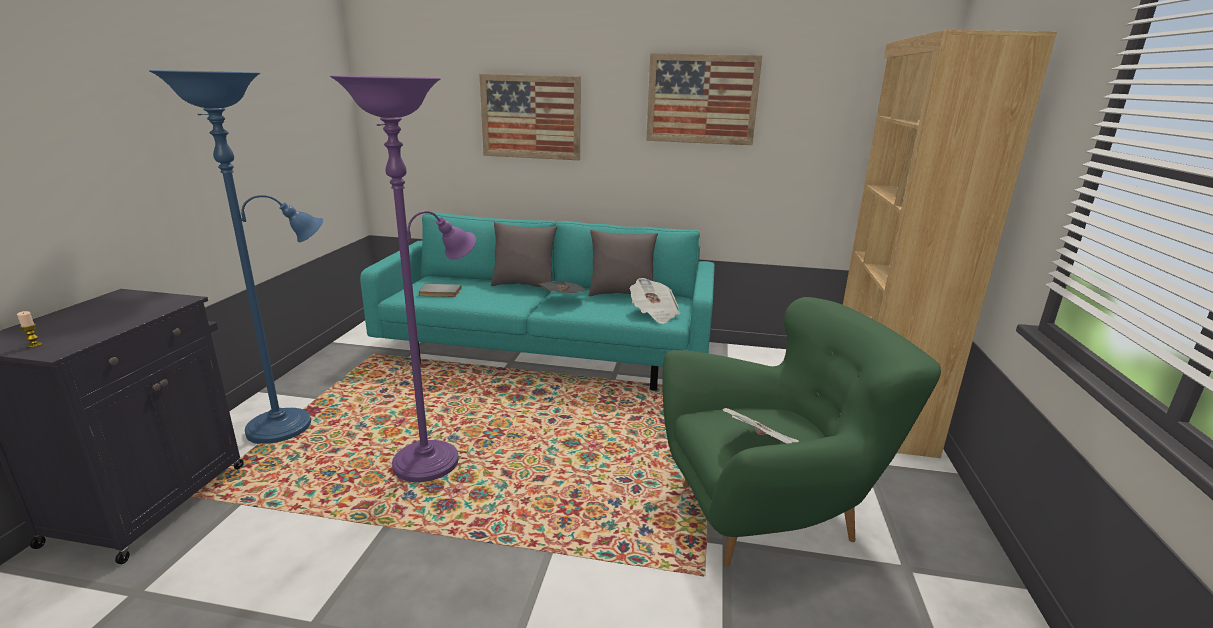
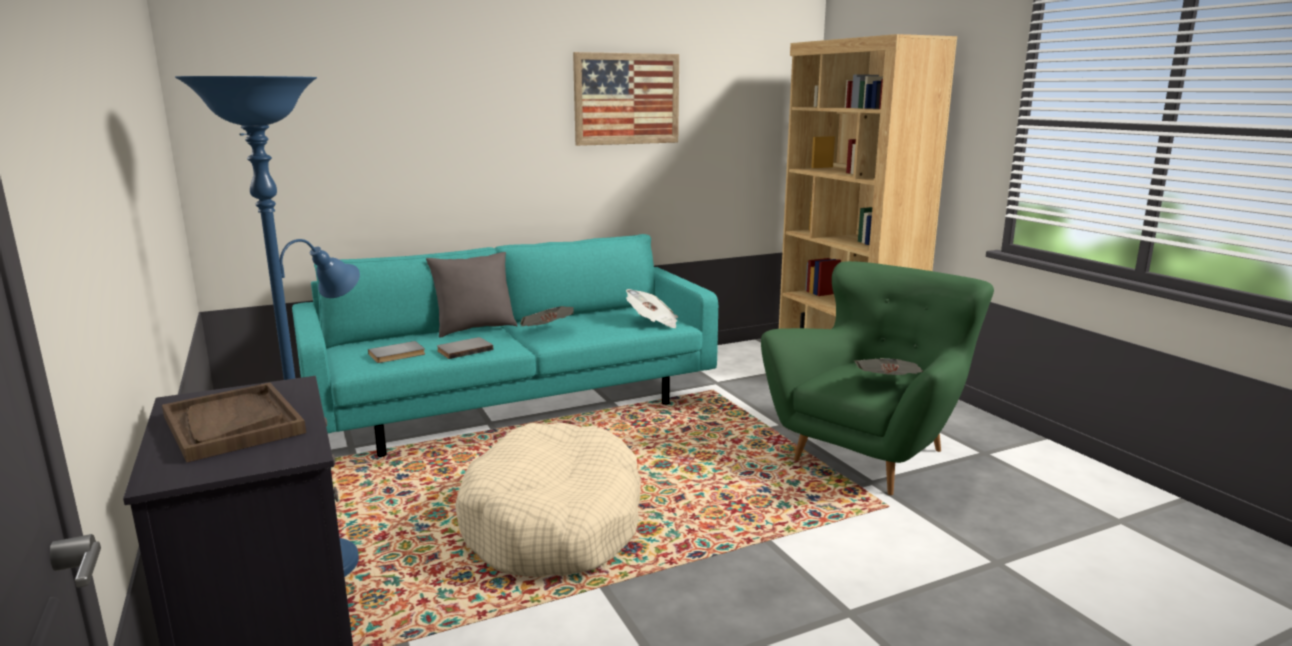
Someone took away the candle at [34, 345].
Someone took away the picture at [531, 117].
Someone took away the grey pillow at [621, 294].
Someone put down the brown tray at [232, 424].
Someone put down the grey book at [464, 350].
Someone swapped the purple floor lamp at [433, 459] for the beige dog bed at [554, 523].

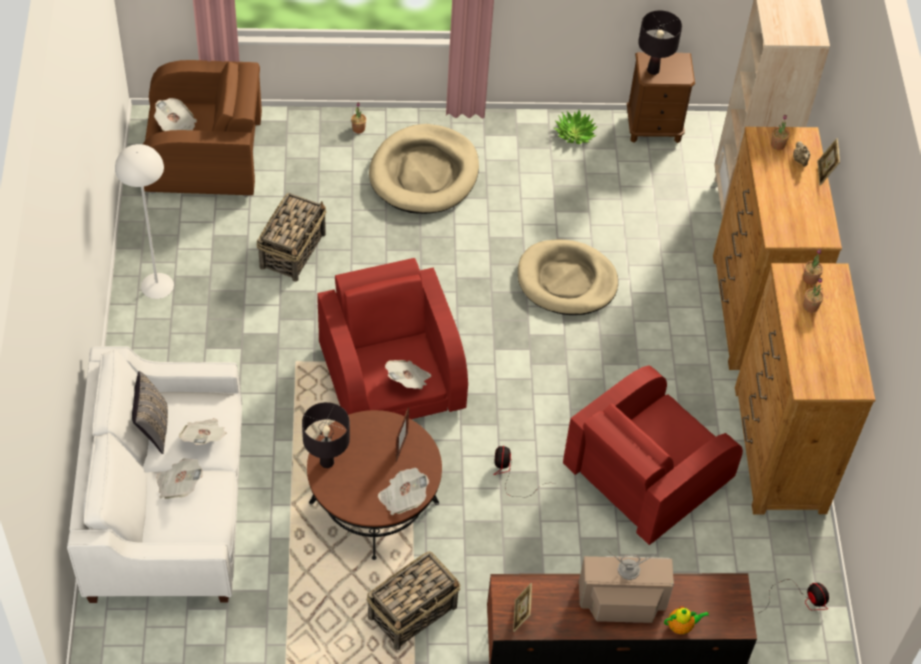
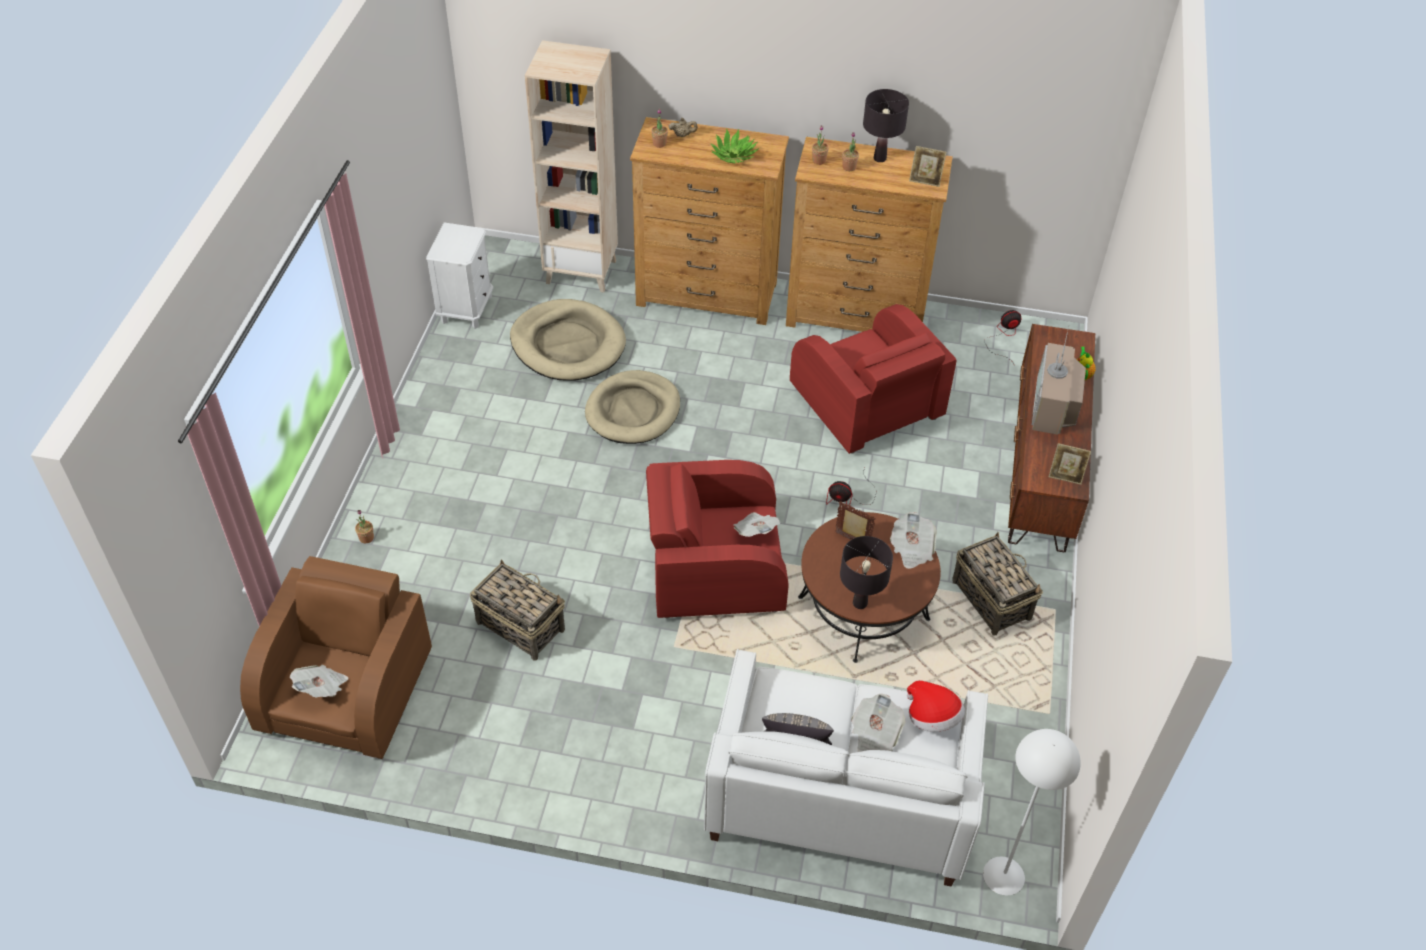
Someone took away the newspaper at [204, 438].
Someone put down the hat at [932, 717].
Someone carried the white floor lamp from [157, 285] to [1003, 876].
Someone carried the beige dog bed from [424, 173] to [568, 344].
Someone carried the potted plant from [575, 134] to [734, 155].
Someone carried the black table lamp from [653, 70] to [879, 158].
Someone carried the picture frame from [824, 174] to [925, 180].
Someone repainted the brown nightstand at [654, 128], which became the white nightstand at [466, 309].

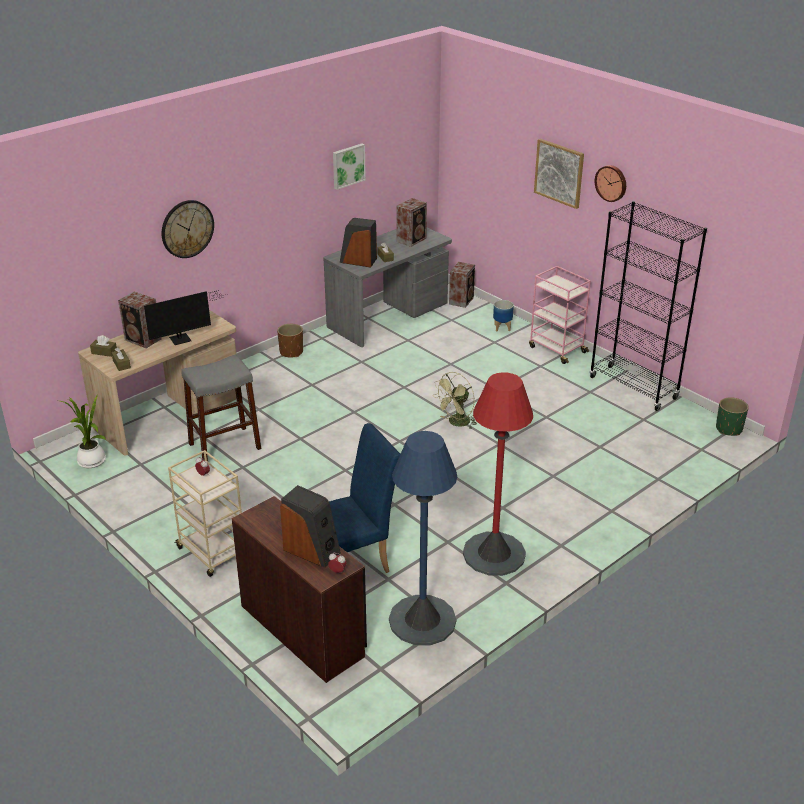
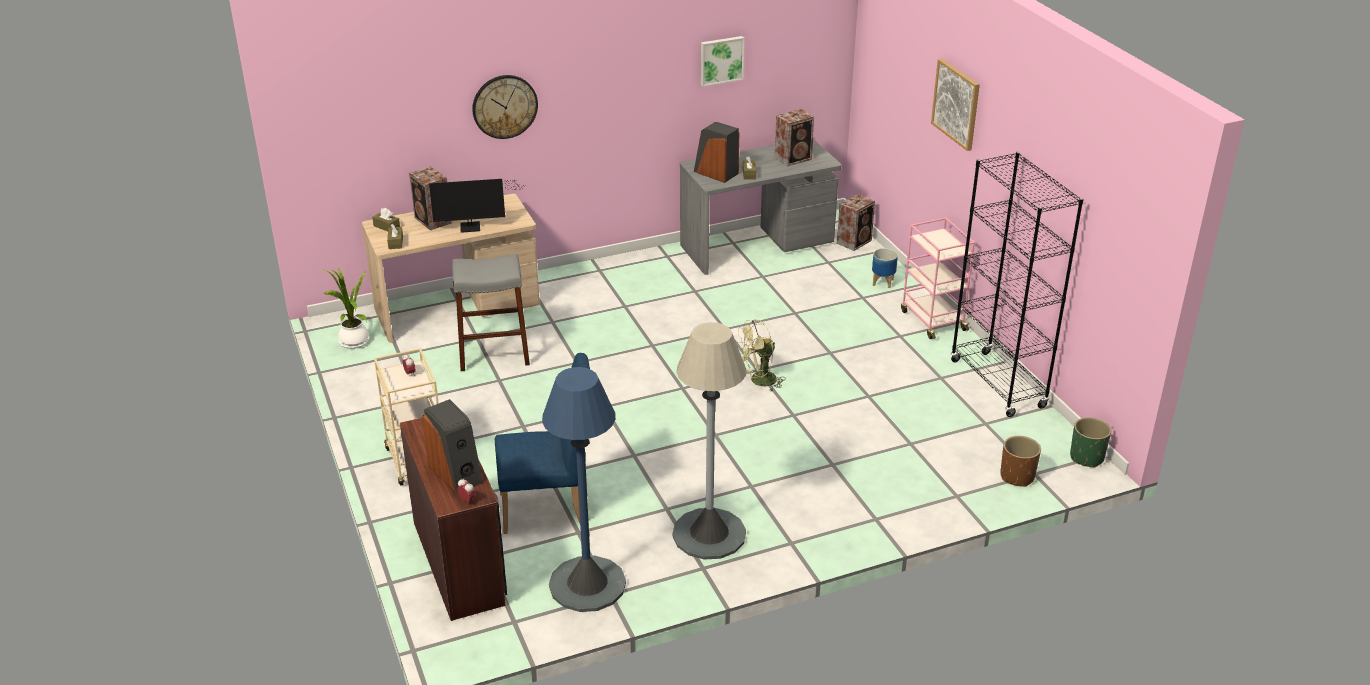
Someone took away the wall clock at [611, 183].
Someone carried the brown planter from [291, 352] to [1017, 476].
Someone repainted the red floor lamp at [494, 554], which became the grey floor lamp at [709, 534].

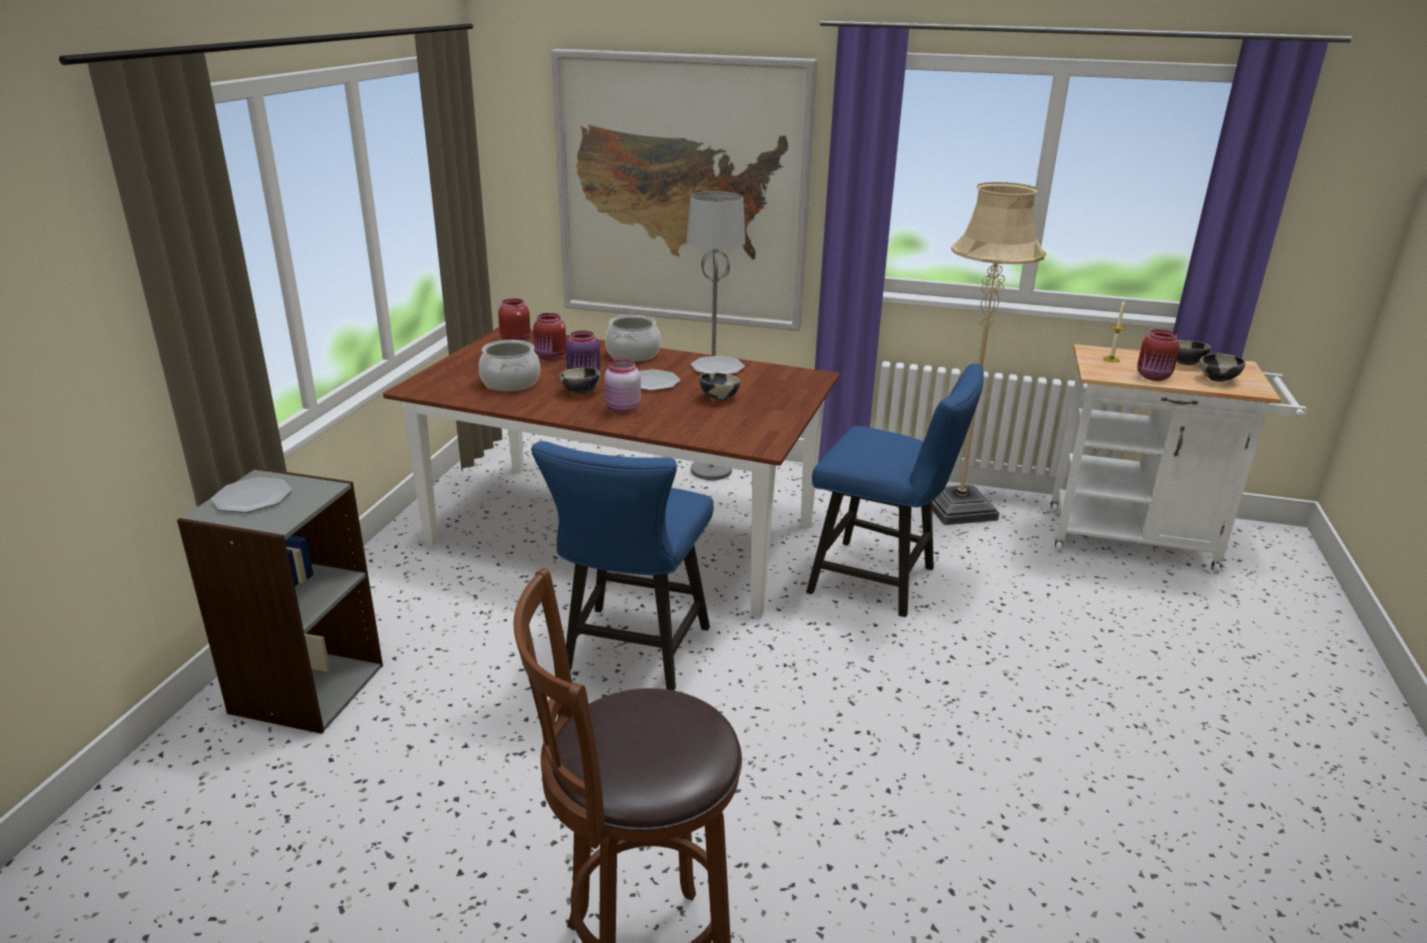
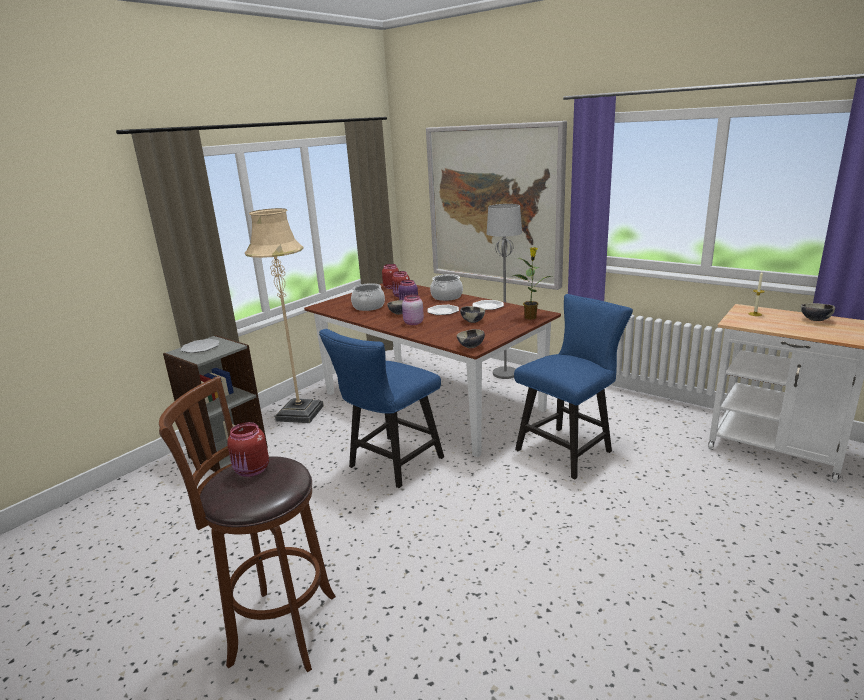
Someone put down the potted plant at [531, 317].
Someone carried the beige floor lamp from [959, 509] to [300, 413].
Someone carried the red jar from [1154, 377] to [252, 471].
Someone carried the bowl from [1218, 380] to [471, 347].
Someone rotated the blue chair at [882, 581] by 90 degrees counterclockwise.

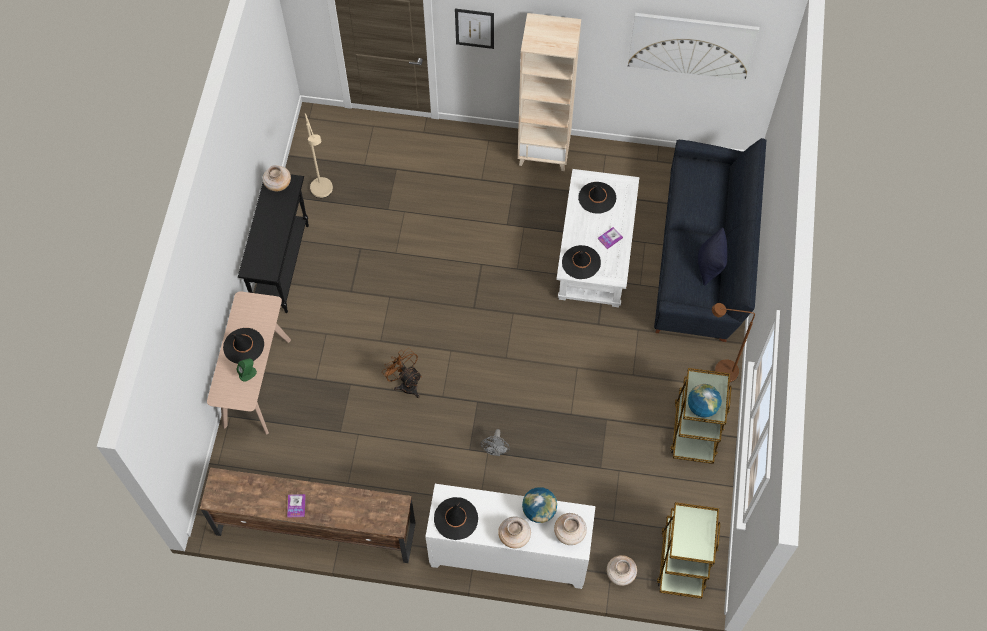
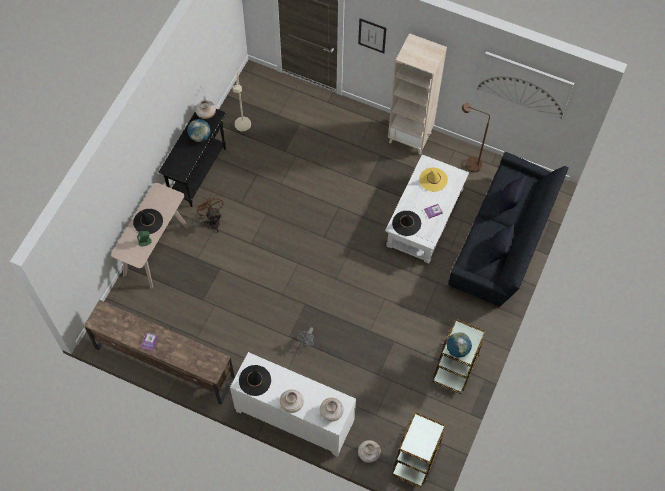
Someone put down the black pillow at [509, 201].
Someone carried the brown fan from [406, 383] to [213, 220].
Someone carried the globe from [539, 510] to [200, 136].
Someone carried the brown floor lamp from [719, 371] to [468, 163].
Someone repainted the black hat at [597, 198], which became the yellow hat at [433, 179].

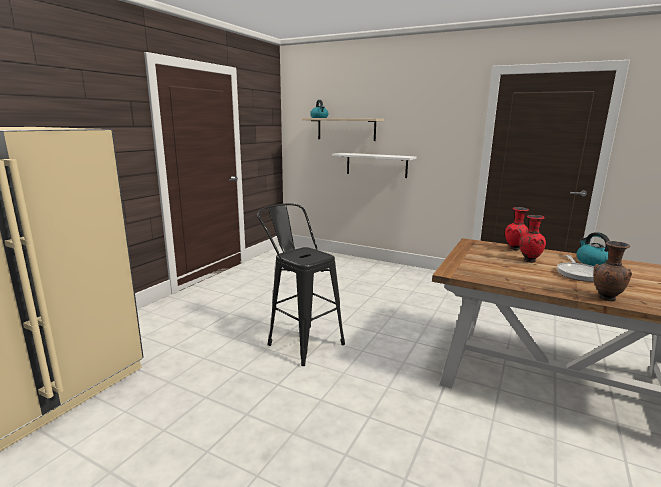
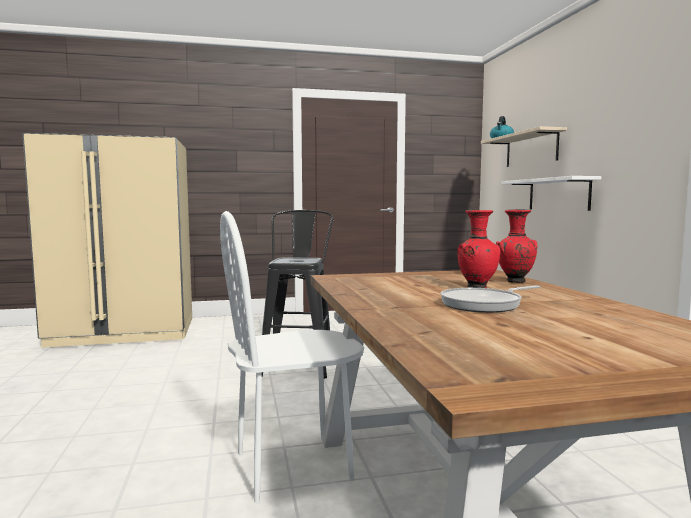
Someone took away the kettle at [592, 262].
Someone took away the brown vase at [605, 299].
Someone put down the white chair at [293, 465].

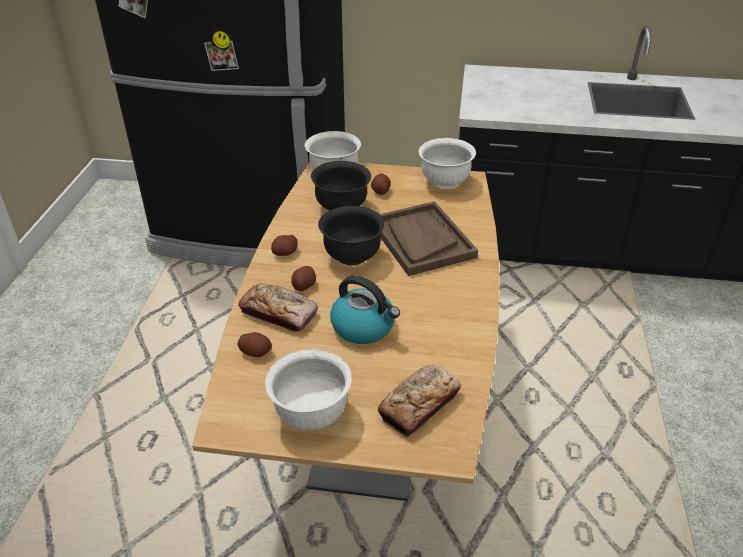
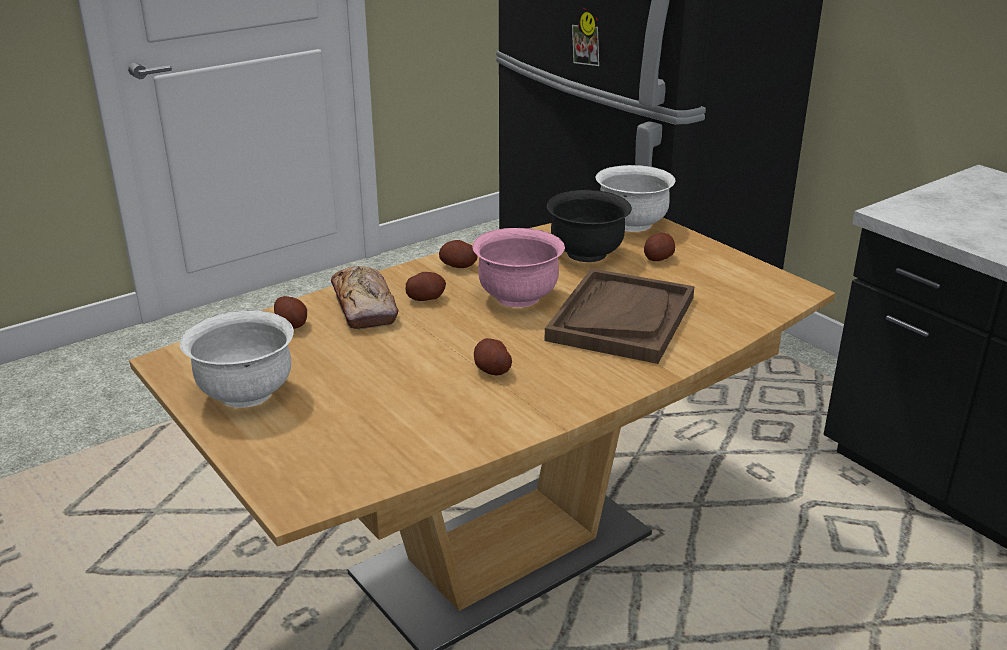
Someone took away the kettle at [364, 327].
Someone took away the bread at [419, 404].
Someone took away the white bowl at [445, 181].
Someone put down the potato at [492, 370].
Someone repainted the black bowl at [352, 256], which became the pink bowl at [518, 297].

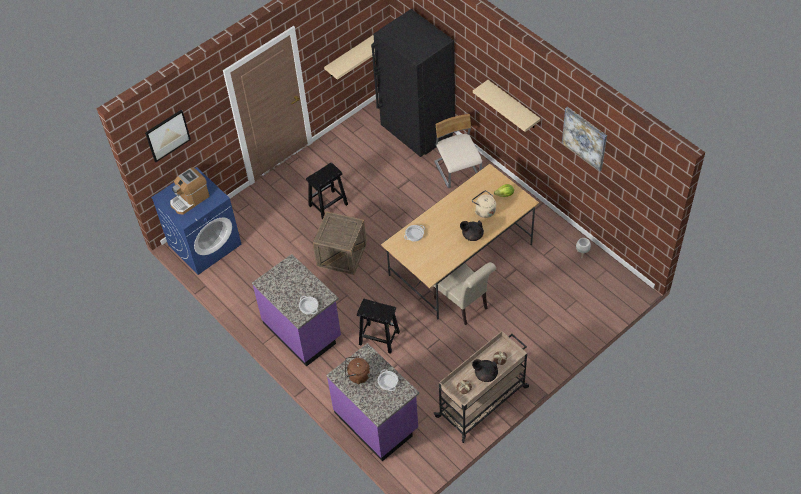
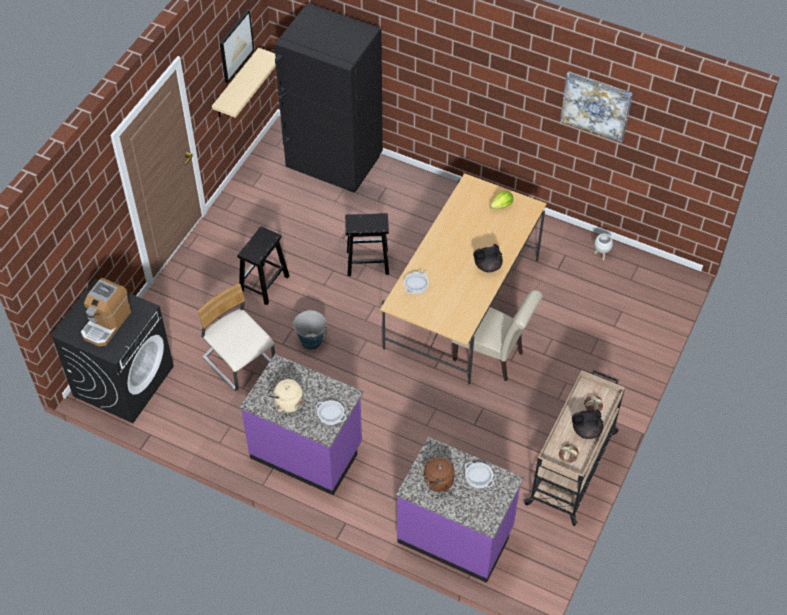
Someone took away the beige shelf at [513, 105].
Someone carried the picture from [167, 135] to [236, 46].
Someone carried the black stool from [378, 338] to [367, 262].
Someone carried the beige chair from [458, 171] to [239, 361].
Someone carried the beige kettle from [484, 210] to [286, 402].
Someone swapped the crate at [341, 254] for the bucket at [311, 341].
Someone repainted the blue washing machine at [205, 244], which became the black washing machine at [123, 380].

